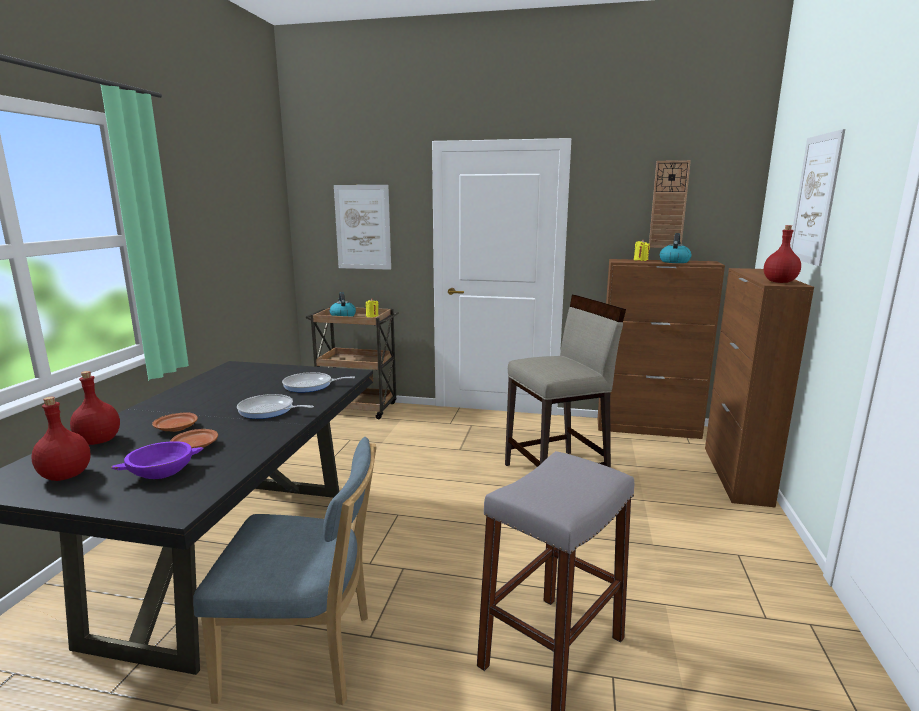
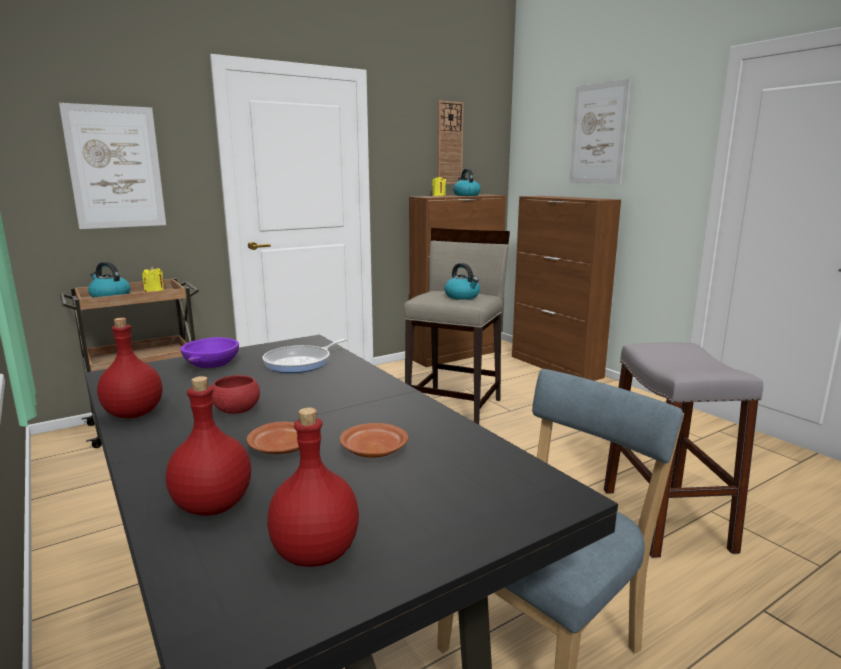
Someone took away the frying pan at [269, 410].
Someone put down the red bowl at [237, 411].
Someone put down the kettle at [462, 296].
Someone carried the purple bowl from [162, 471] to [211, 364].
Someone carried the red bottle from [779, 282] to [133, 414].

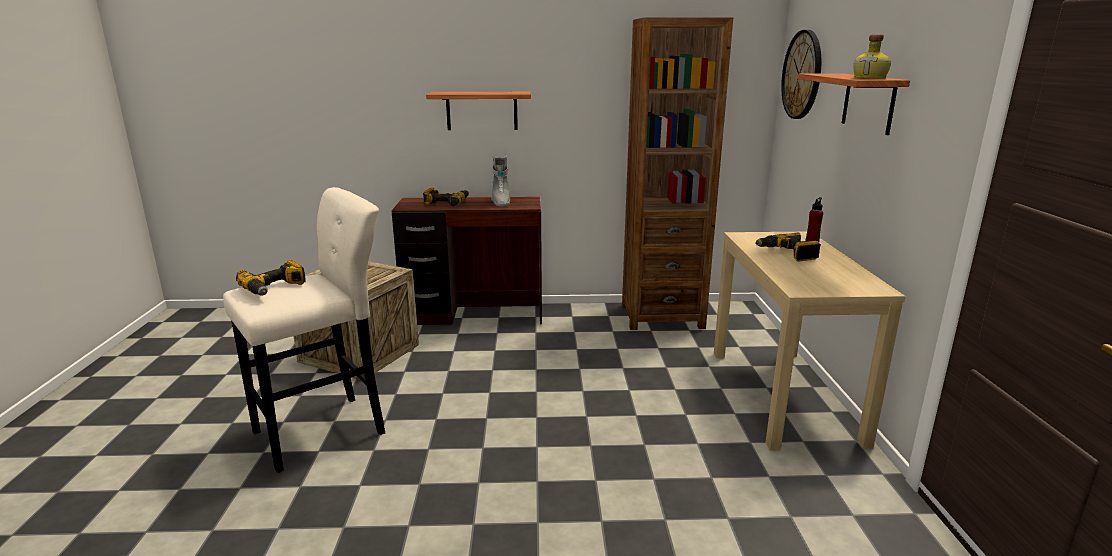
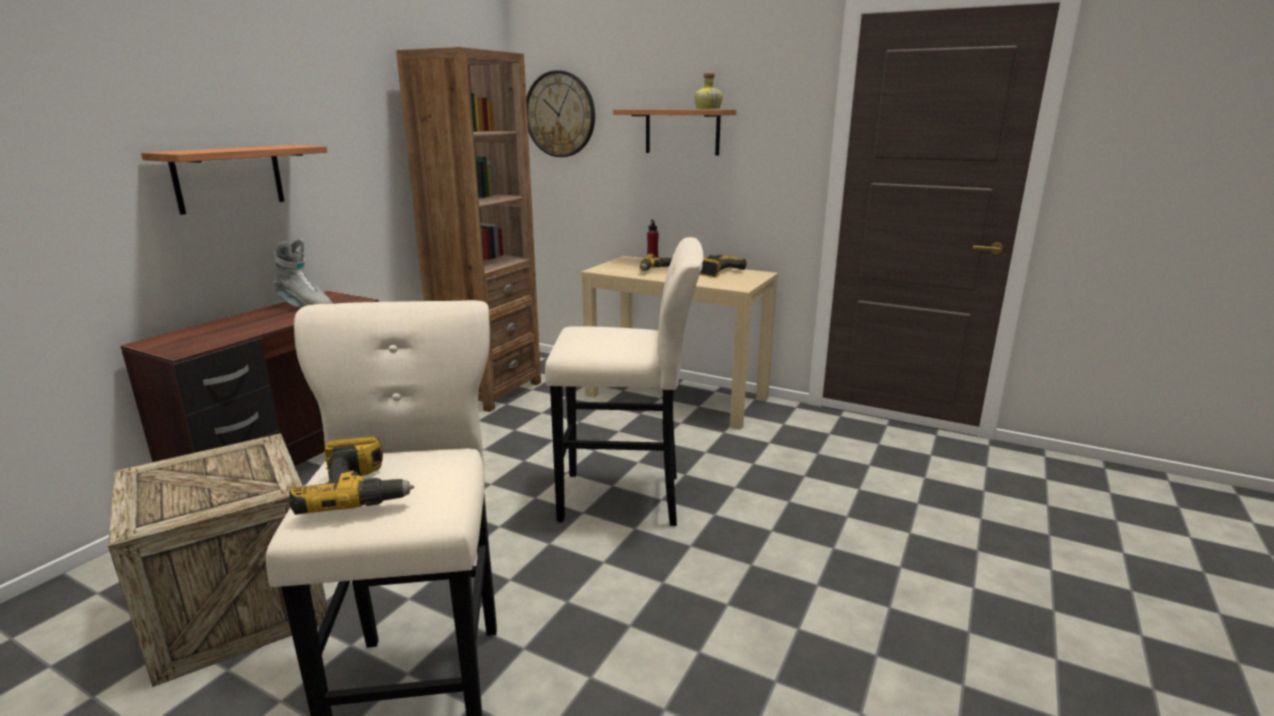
Someone put down the beige stool at [628, 498].
Someone carried the power drill from [447, 203] to [715, 271].

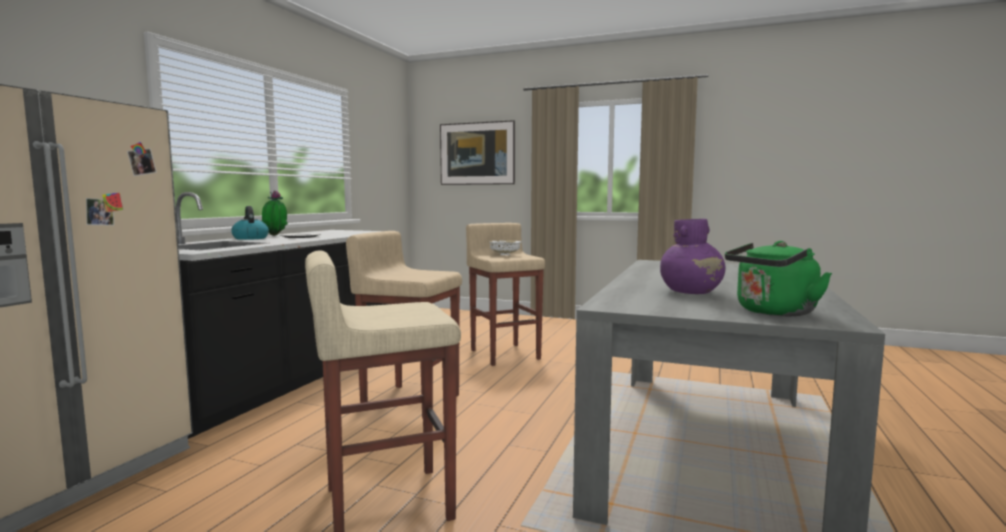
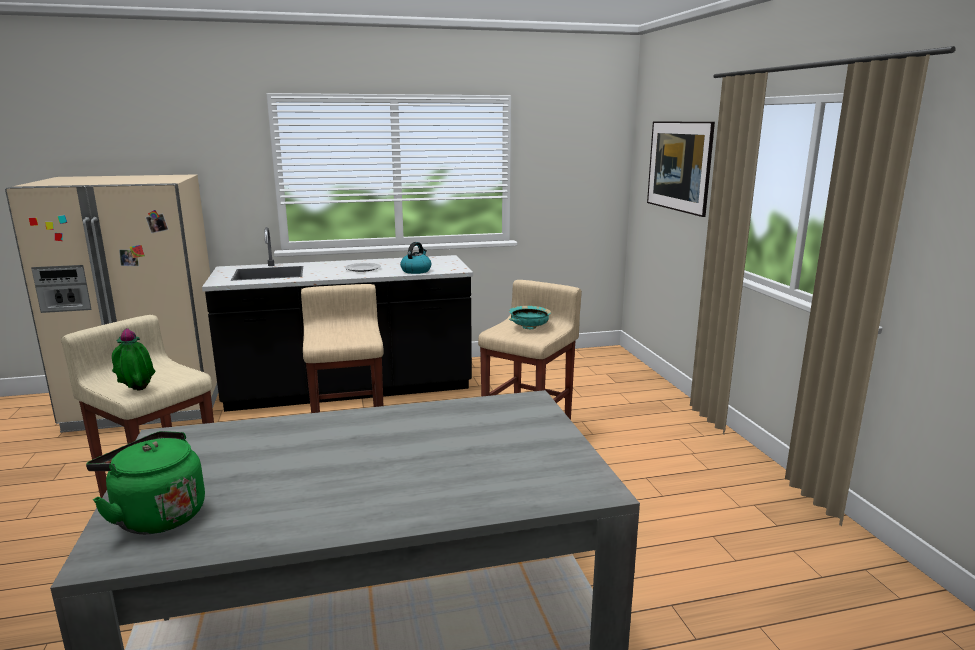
Someone took away the purple vase at [691, 293].
Someone carried the kettle from [250, 238] to [416, 271].
Someone carried the potted plant from [275, 235] to [137, 391].
Someone repainted the white bowl at [505, 254], which became the turquoise bowl at [529, 327].

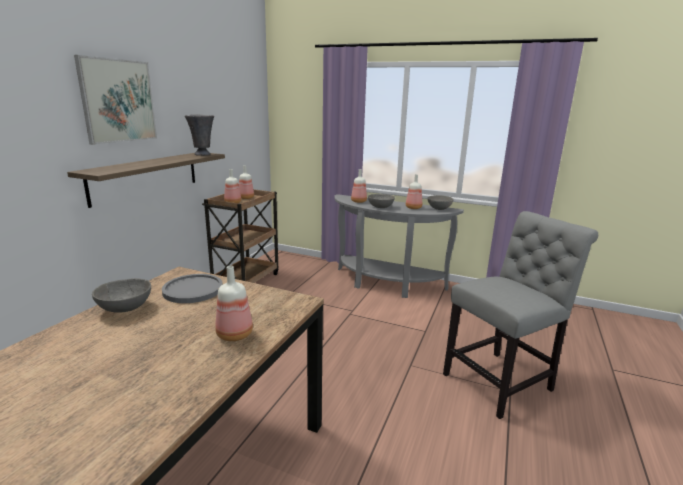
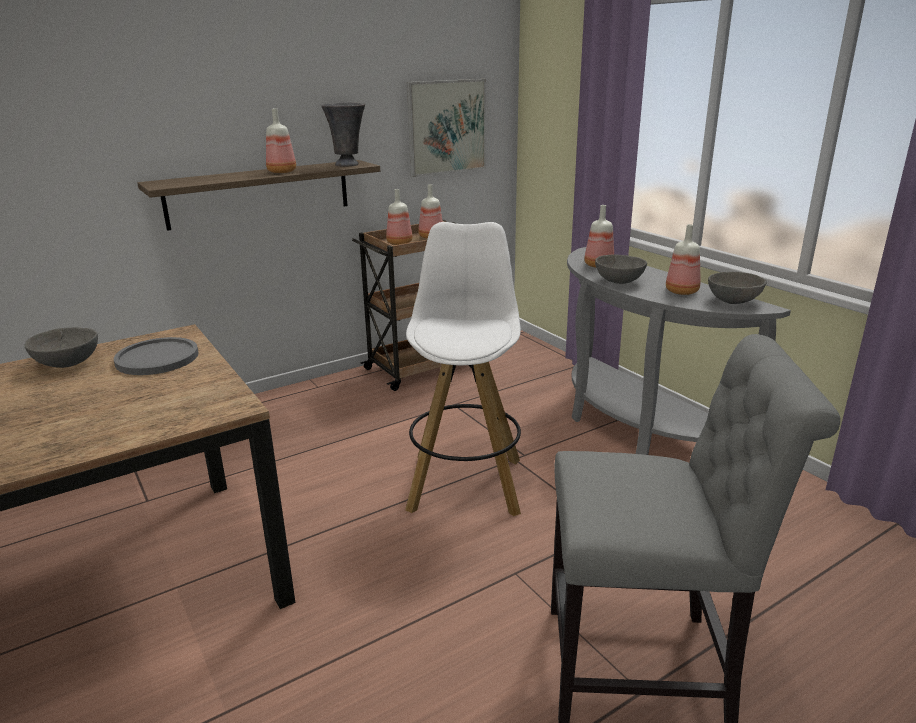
Someone put down the white stool at [465, 483].
Someone carried the picture from [118, 101] to [447, 127].
Someone carried the bottle from [234, 334] to [282, 172].

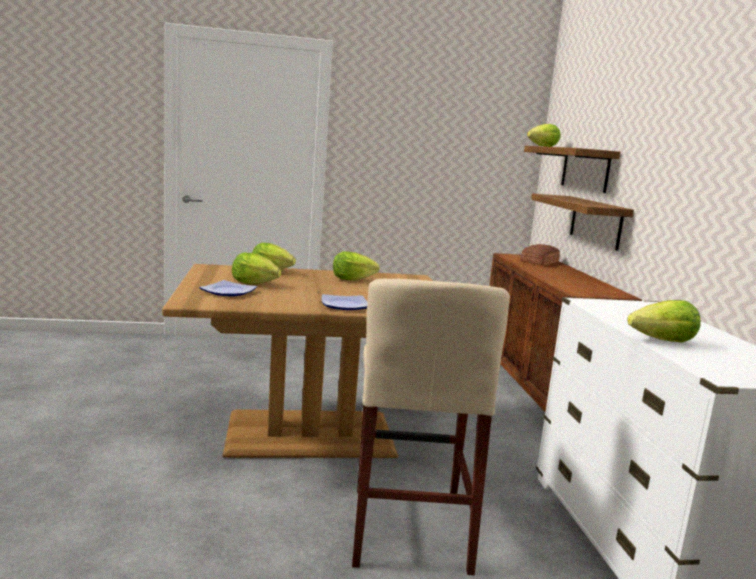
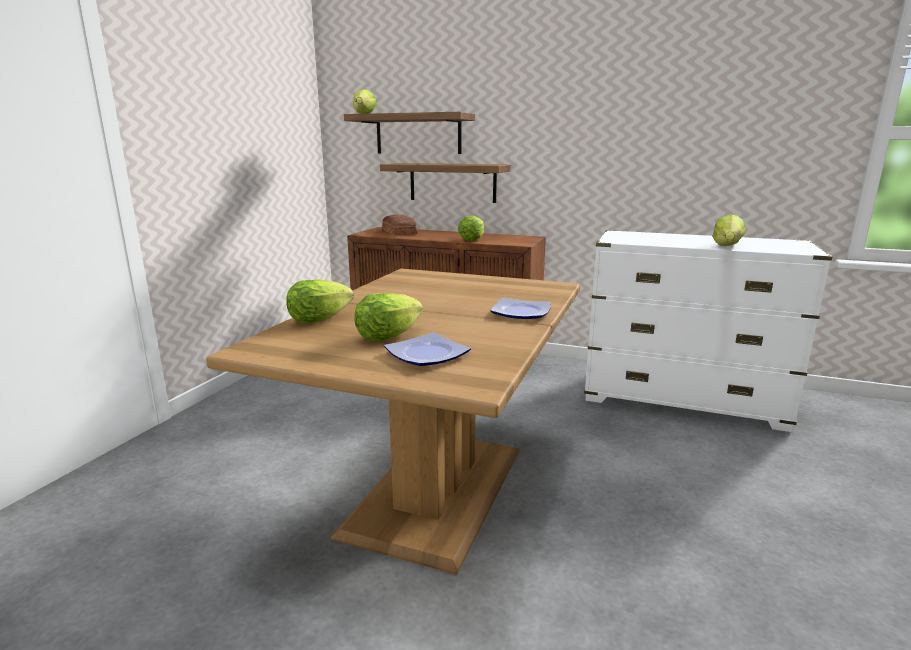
Someone took away the beige stool at [409, 528].
Someone carried the lettuce from [352, 279] to [472, 239].

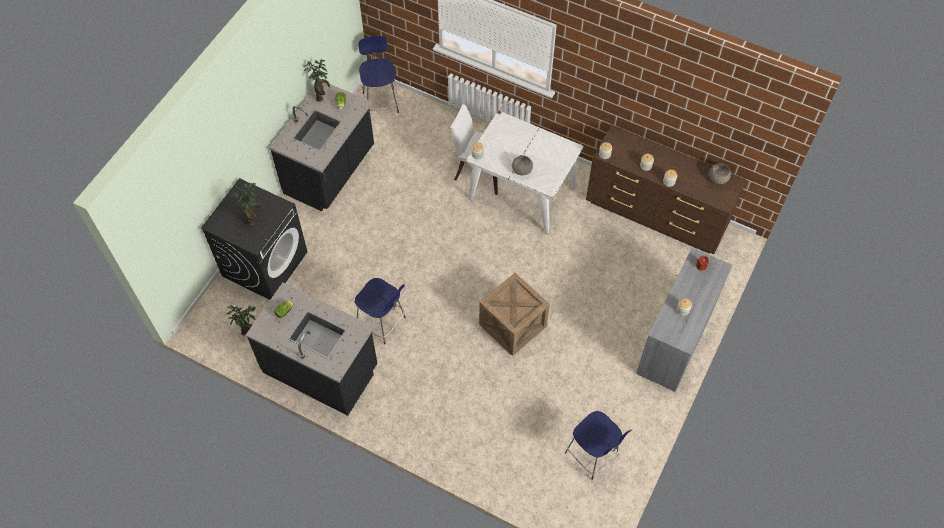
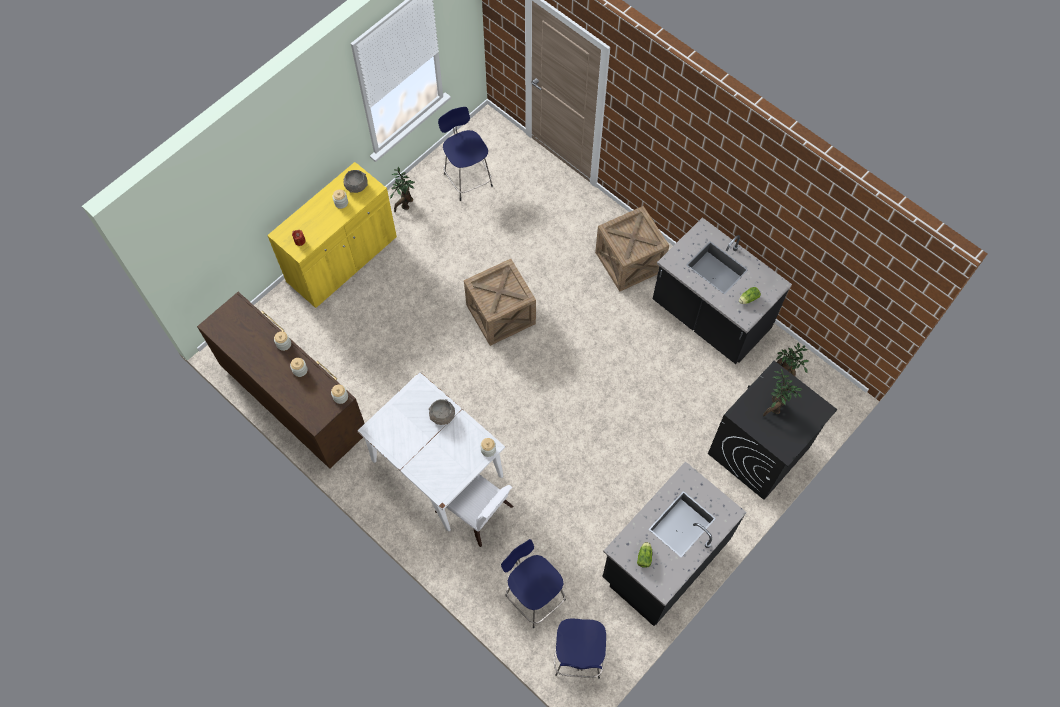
Someone put down the crate at [629, 261].
Someone carried the potted plant from [321, 94] to [405, 205].
Someone carried the blue stool from [382, 323] to [534, 595].
Someone carried the grey bowl from [718, 178] to [356, 186].
Someone repainted the grey cabinet at [675, 340], which became the yellow cabinet at [342, 260].

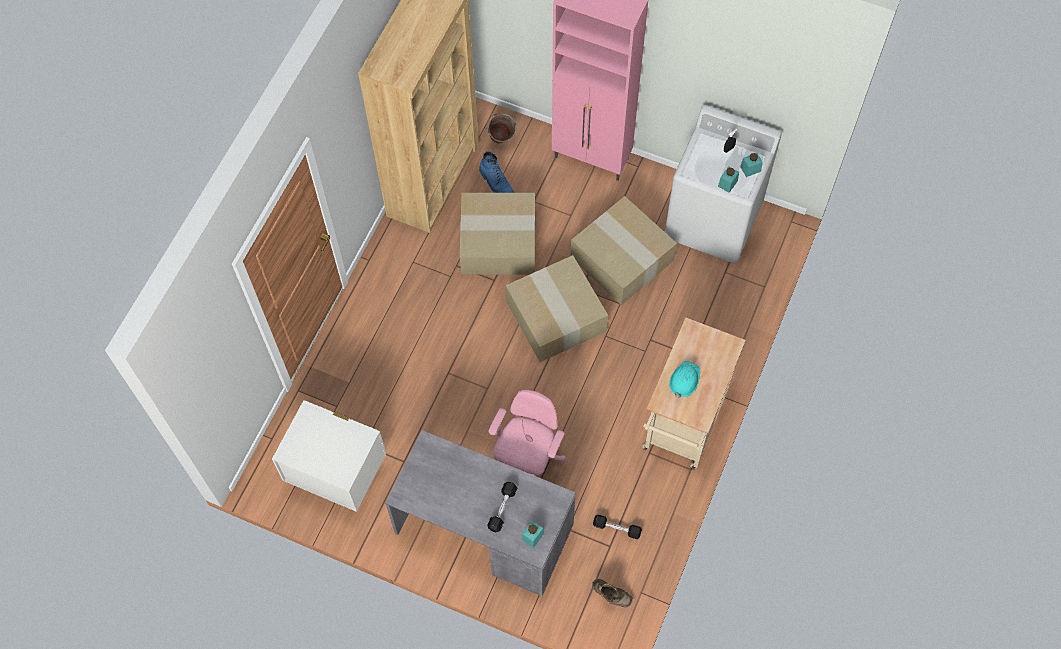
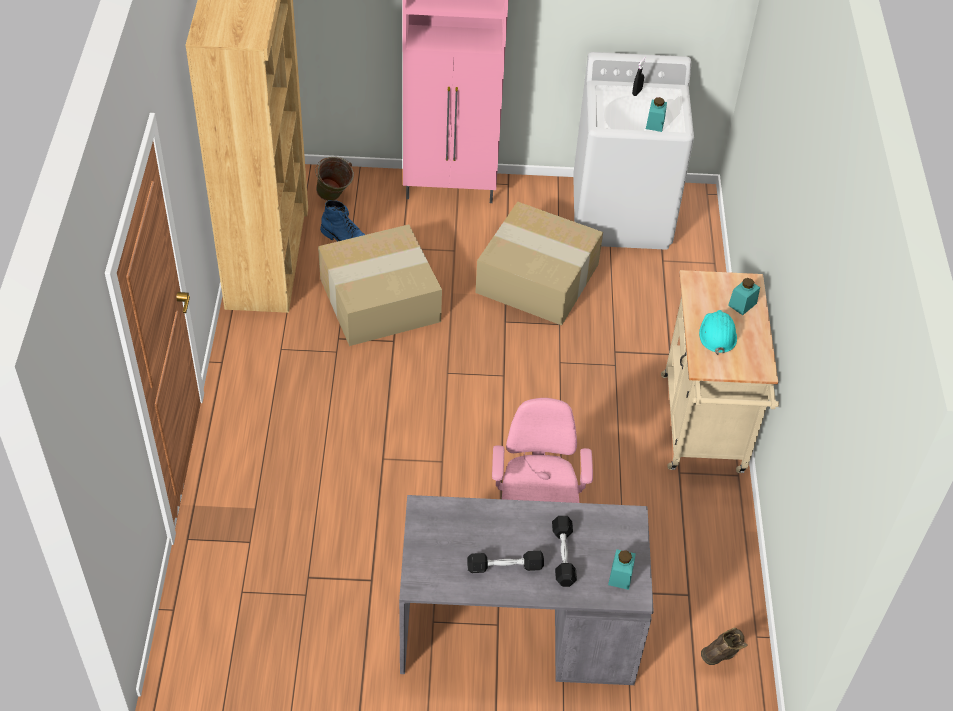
Someone took away the white nightstand at [338, 477].
Someone took away the cardboard box at [554, 316].
Someone carried the black dumbbell from [617, 528] to [505, 567].
Someone carried the turquoise jar from [750, 169] to [742, 304].
Someone rotated the brown boot at [611, 596] by 45 degrees counterclockwise.

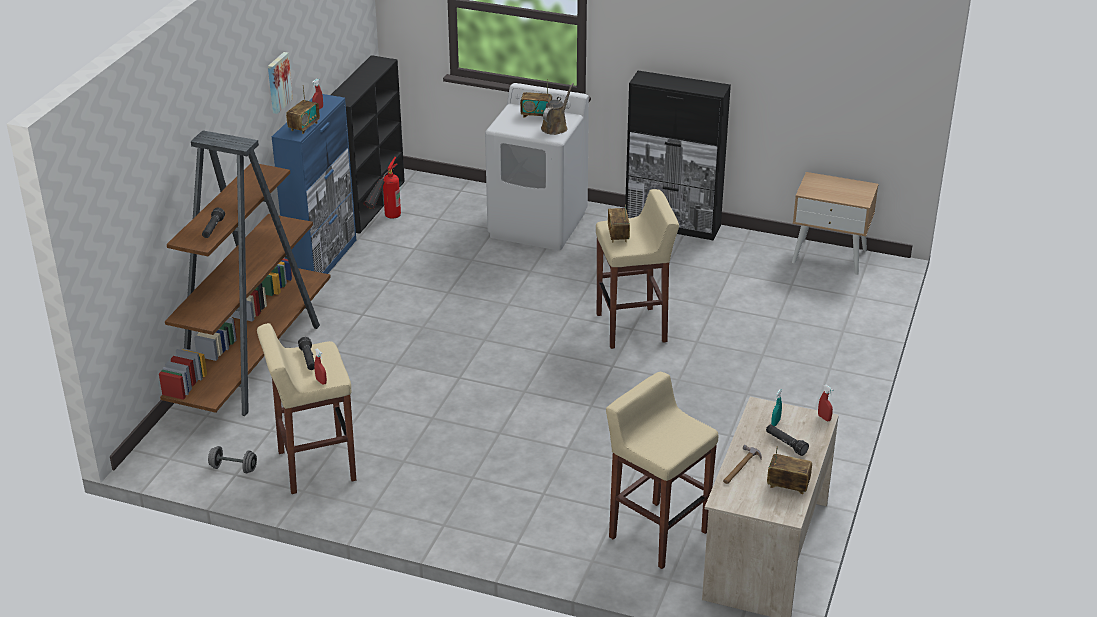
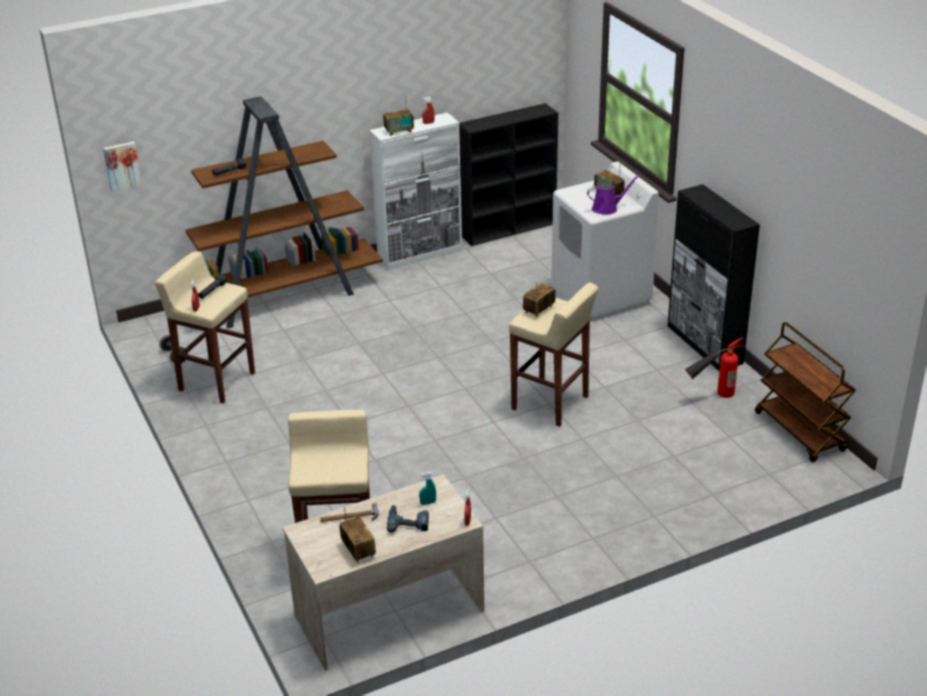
Someone carried the picture from [278, 82] to [122, 165].
Someone carried the fire extinguisher from [385, 221] to [711, 396].
Someone swapped the black flashlight at [785, 444] for the power drill at [408, 521].
Someone swapped the beige nightstand at [830, 256] for the brown cart at [800, 432].
Someone repainted the blue cabinet at [323, 261], which became the white cabinet at [420, 253].
Someone repainted the brown watering can at [555, 127], which became the purple watering can at [607, 208].

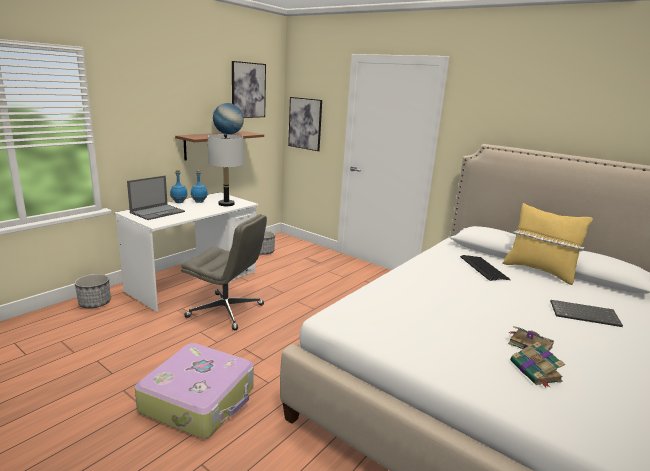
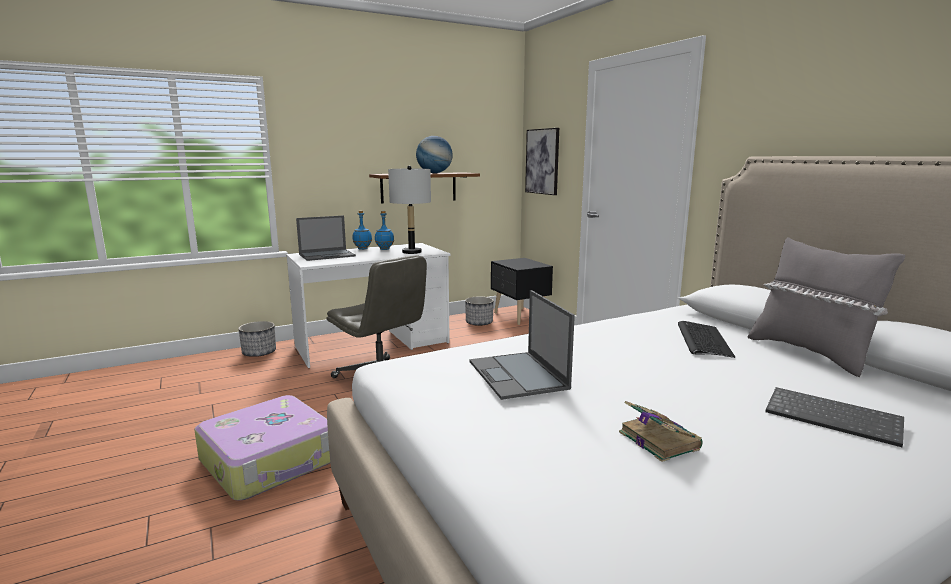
Someone took away the picture at [248, 90].
Someone took away the book at [536, 372].
Someone put down the laptop at [518, 375].
Someone put down the black nightstand at [519, 317].
Someone repainted the yellow pillow at [539, 271], which became the grey pillow at [810, 353].

